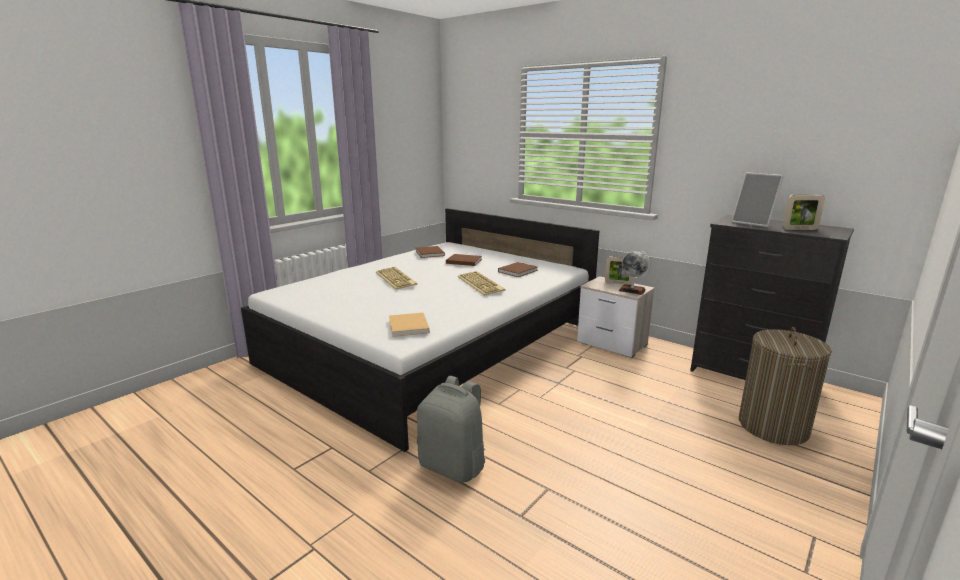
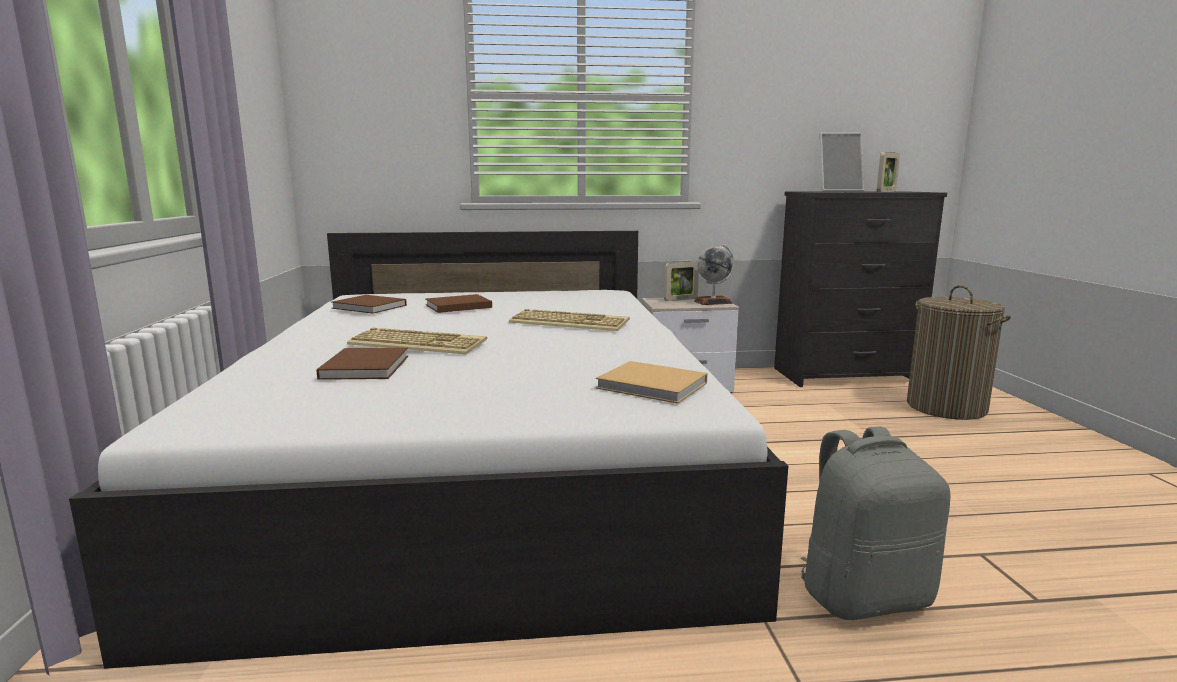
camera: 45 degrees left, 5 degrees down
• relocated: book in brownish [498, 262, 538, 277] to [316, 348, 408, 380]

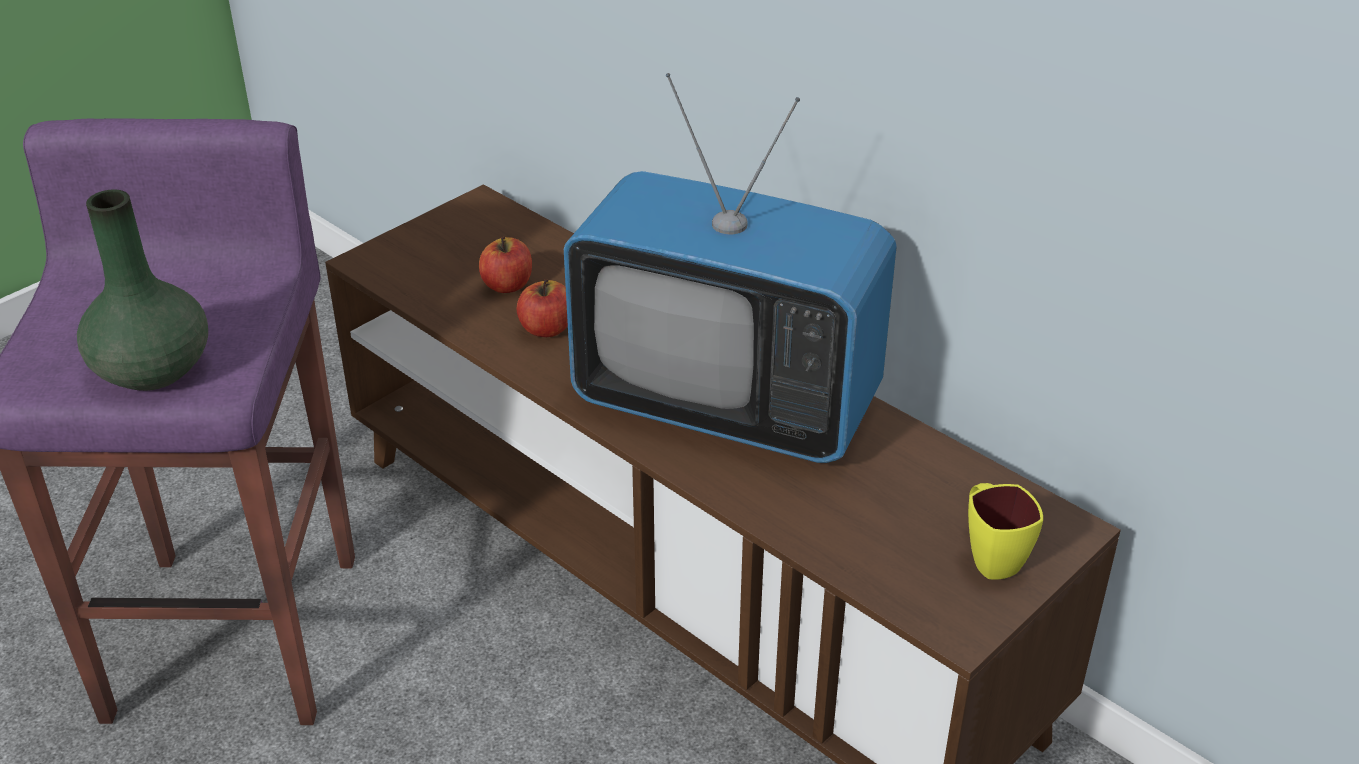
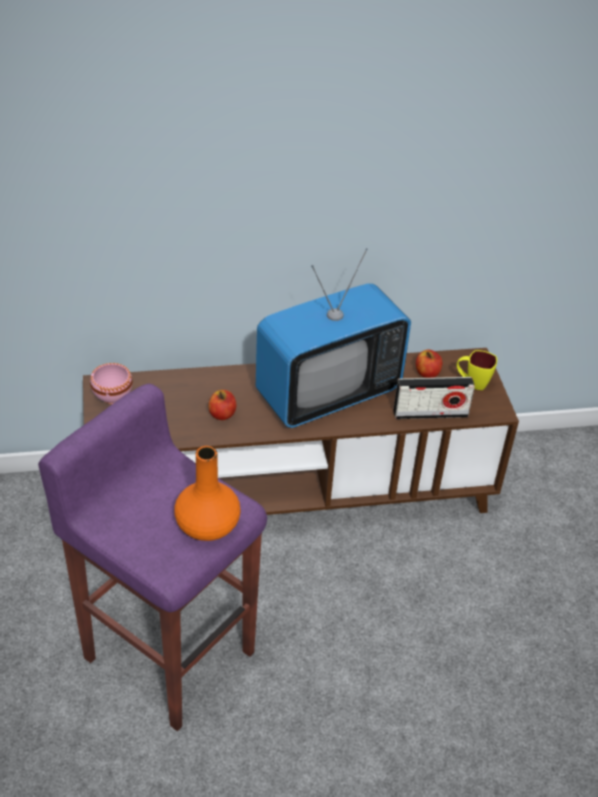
camera: 55 degrees left, 5 degrees up
• colour: flower vase in green [77, 189, 208, 391] to flower vase in orange [174, 446, 241, 541]
• relocated: apple fruit [479, 237, 532, 293] to [416, 350, 442, 378]
• appeared: deep dish in pink [90, 363, 133, 404]
• appeared: radio set [393, 377, 475, 419]

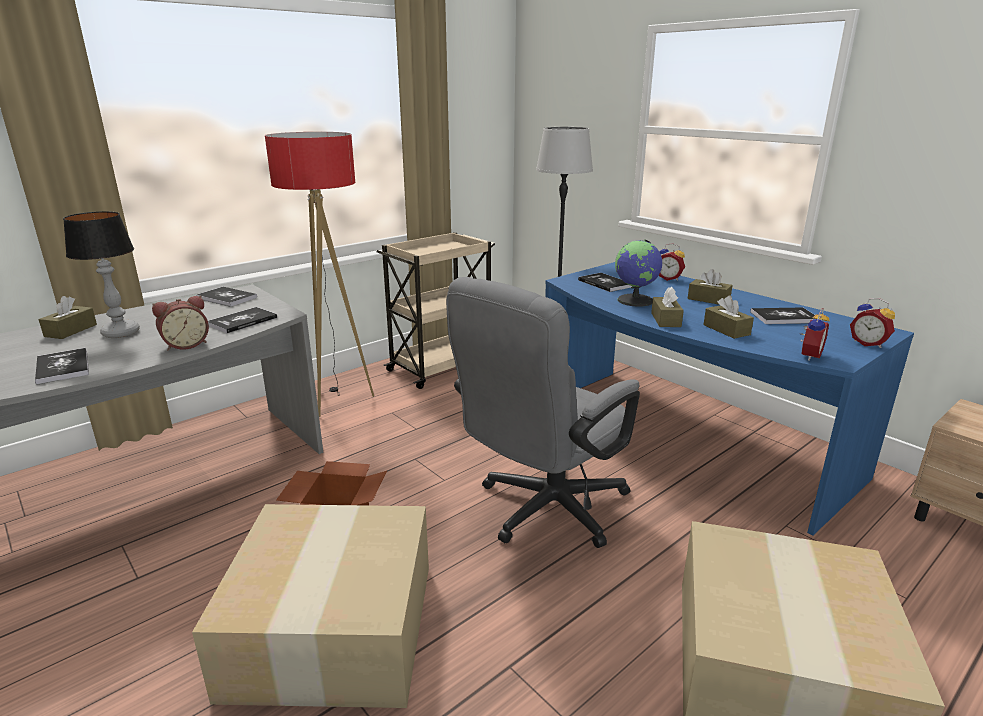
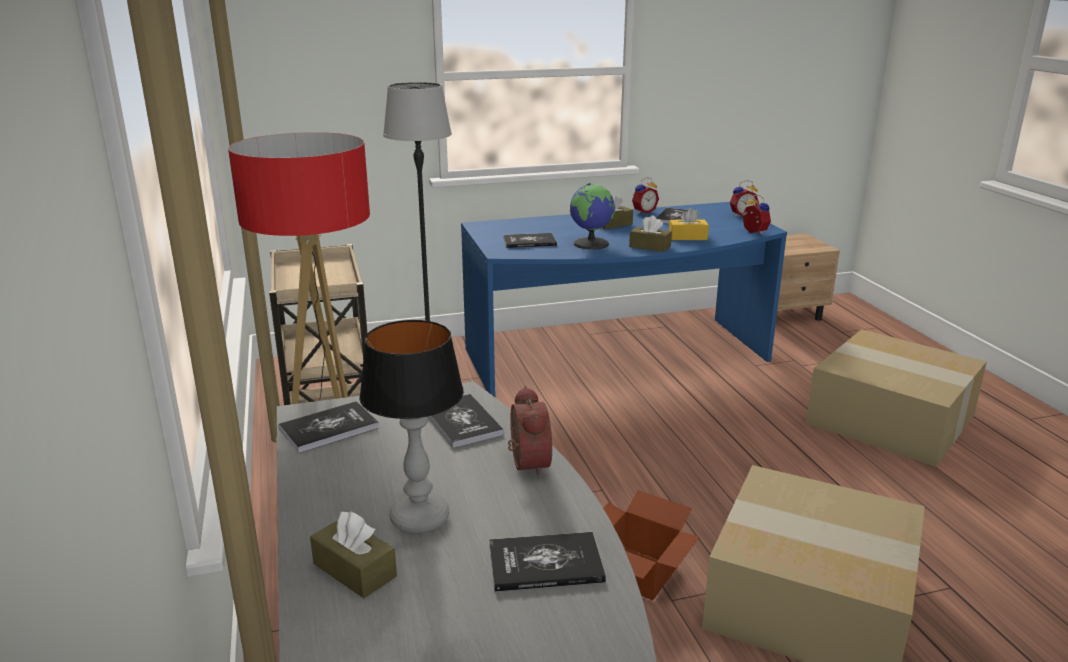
camera: 65 degrees left, 0 degrees up
• missing: desk chair in greyish [446, 277, 640, 548]
• relocated: bedside clock [659, 243, 685, 281] to [632, 177, 659, 214]
• colour: tissue holder in brownish [704, 295, 754, 339] to tissue holder in yellowish [669, 208, 709, 240]

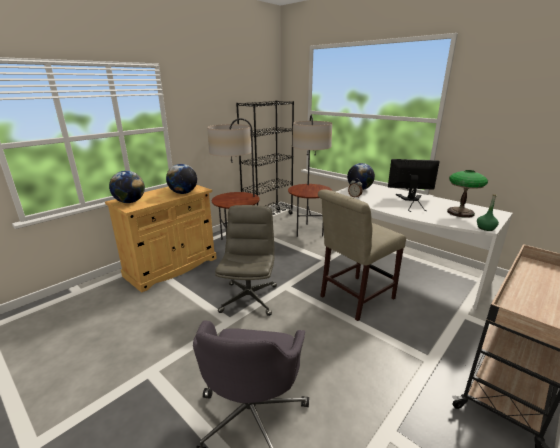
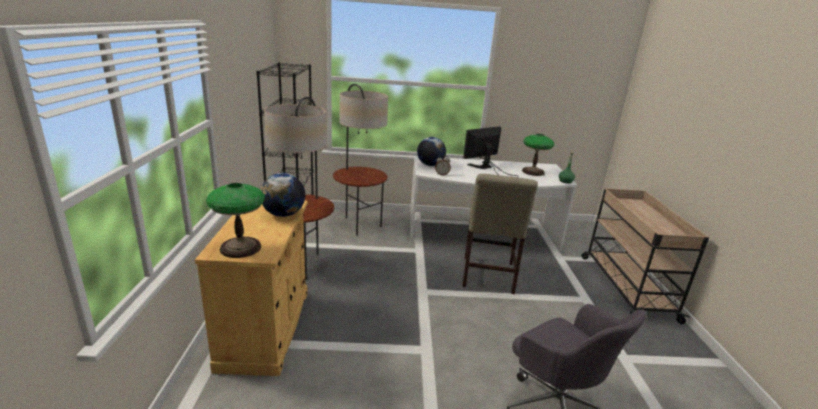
camera: 45 degrees left, 0 degrees up
• exchanged: globe [109, 171, 145, 203] to tabletop lamp [206, 183, 265, 258]
• missing: desk chair in greyish [215, 205, 277, 316]

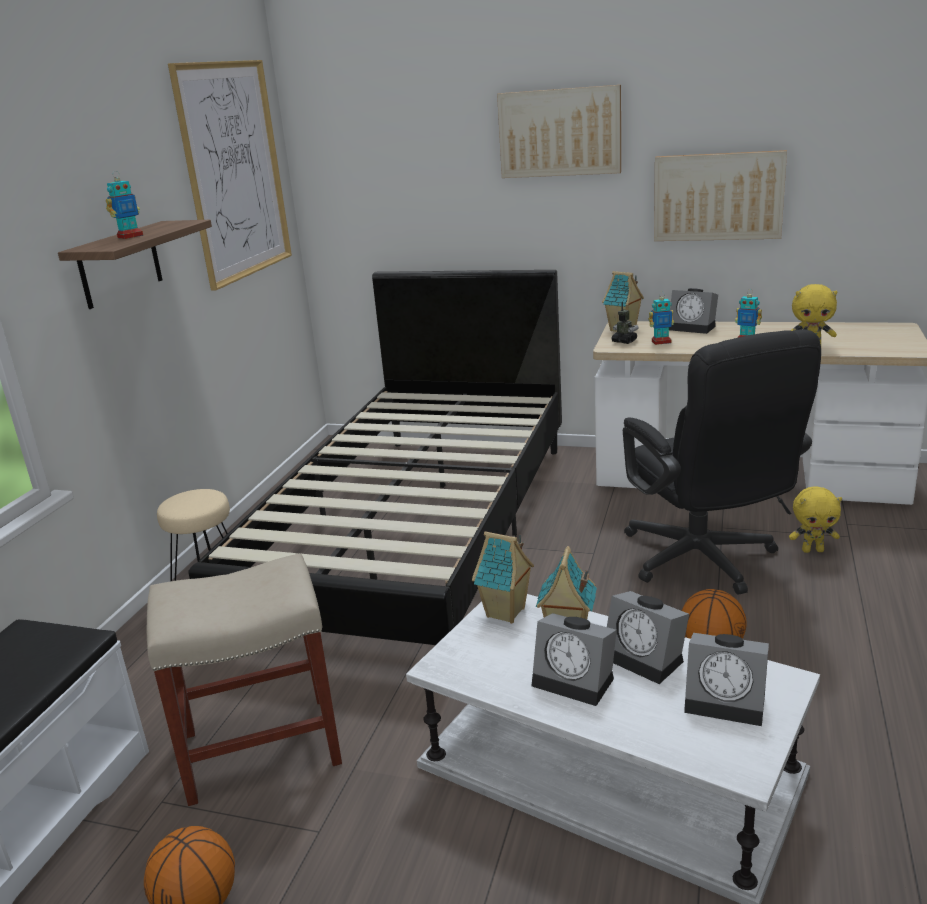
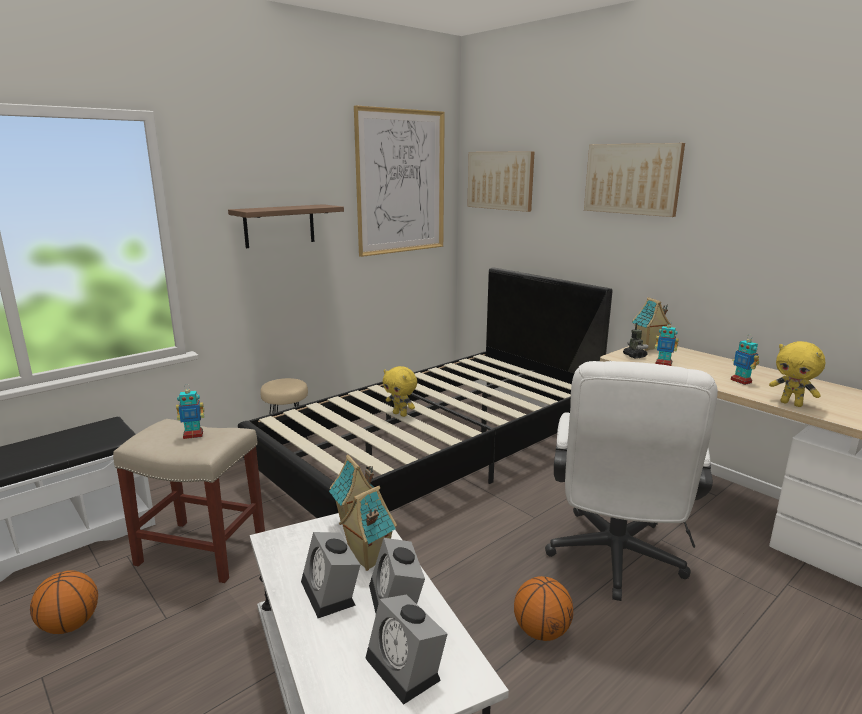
camera: 30 degrees right, 5 degrees down
• relocated: toy robot [106, 171, 143, 239] to [176, 384, 204, 439]
• colour: desk chair in blackish [623, 329, 821, 595] to desk chair in whitish [545, 361, 718, 601]
• relocated: picture [654, 150, 787, 241] to [467, 151, 535, 212]
• missing: bedside clock [669, 288, 718, 334]
• relocated: cuddly toy in yellowish [789, 486, 842, 553] to [383, 366, 417, 417]

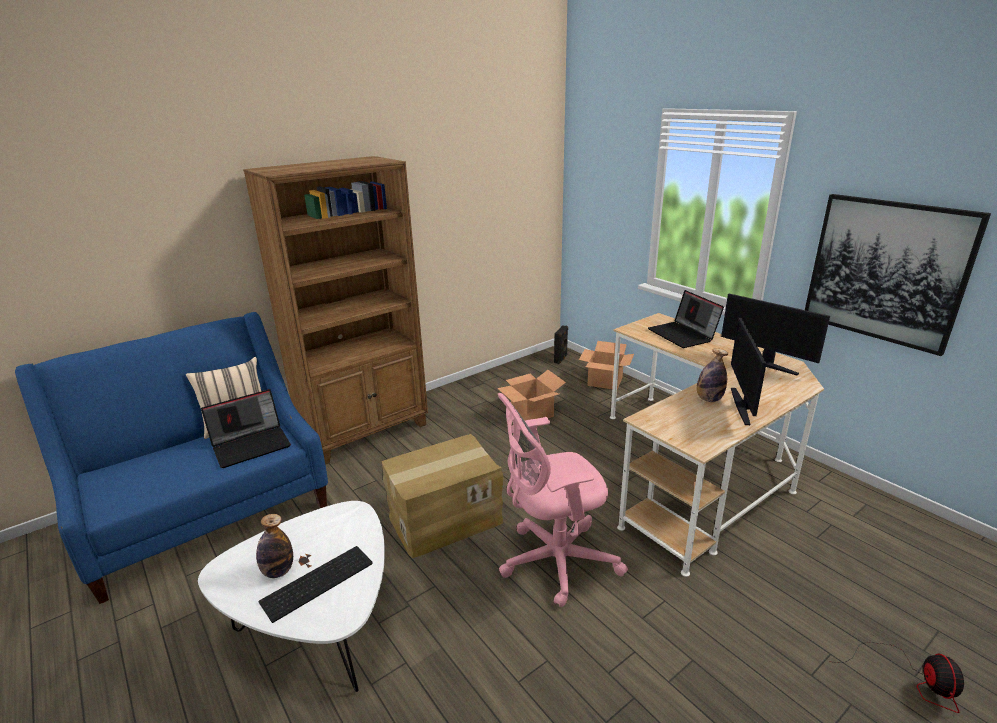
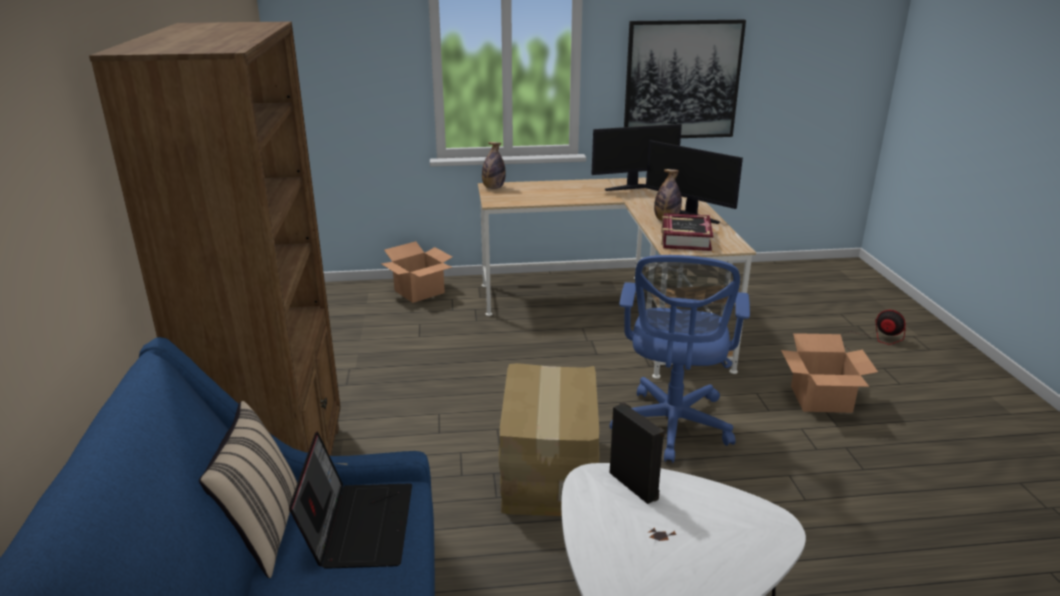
camera: 60 degrees left, 0 degrees up
• relocated: drink bottle [256, 514, 293, 578] to [482, 142, 506, 189]
• missing: keyboard [258, 546, 373, 623]
• relocated: packing box [497, 370, 566, 421] to [781, 333, 878, 413]
• colour: desk chair in pink [498, 393, 628, 607] to desk chair in blue [610, 255, 750, 463]
• relocated: audio speaker in blackish [554, 325, 568, 364] to [610, 402, 665, 504]
• missing: portable computer [648, 290, 724, 348]
• appeared: book [661, 213, 713, 251]

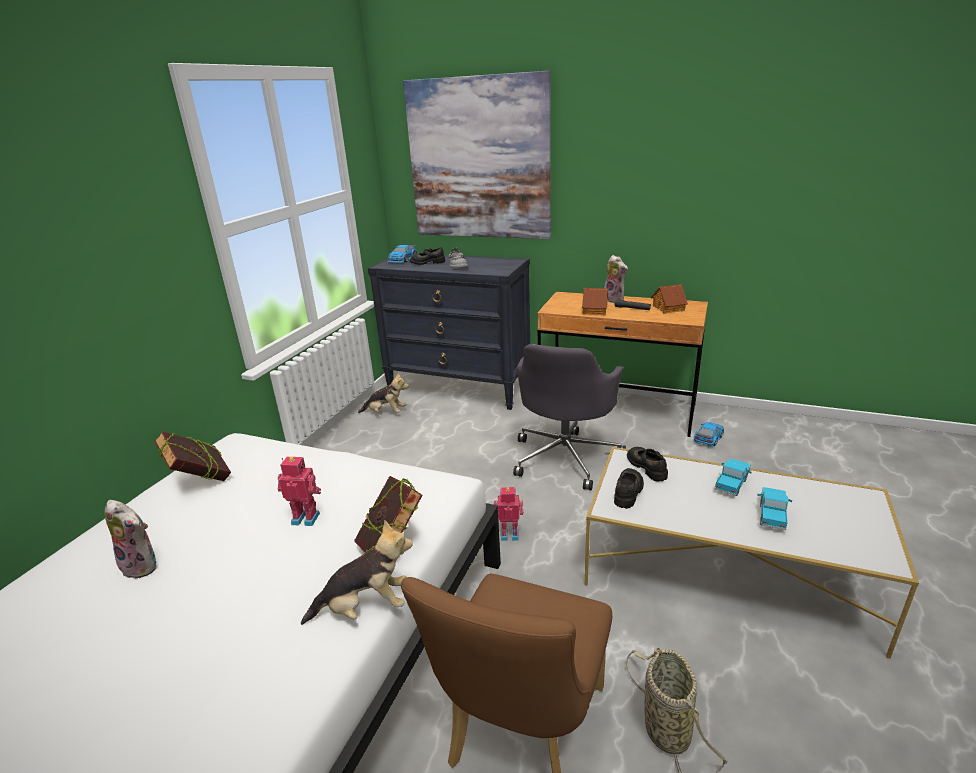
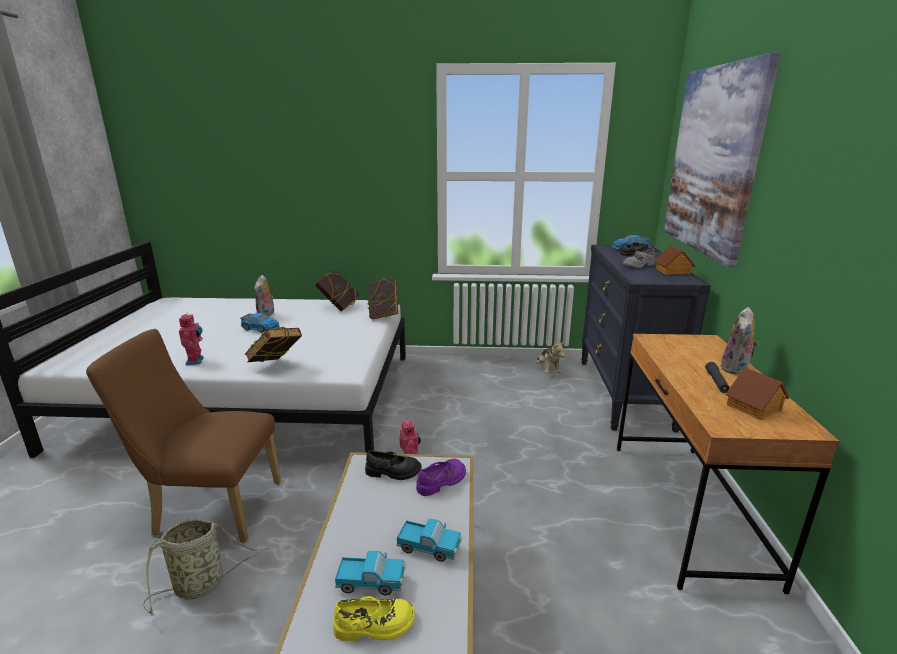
camera: 70 degrees right, 5 degrees down
• relocated: toy robot [278, 457, 321, 526] to [179, 313, 204, 365]
• missing: cuddly toy [301, 520, 413, 625]
• missing: desk chair in greyish [513, 344, 626, 490]
• relocated: model house [582, 288, 608, 315] to [654, 245, 695, 275]
• colour: shoe in blackish [627, 447, 668, 482] to shoe in purple [416, 459, 466, 496]
• relocated: model car [694, 422, 724, 447] to [240, 313, 280, 333]
• appeared: shoe in yellowish [333, 596, 415, 641]
• appeared: book [367, 278, 399, 319]

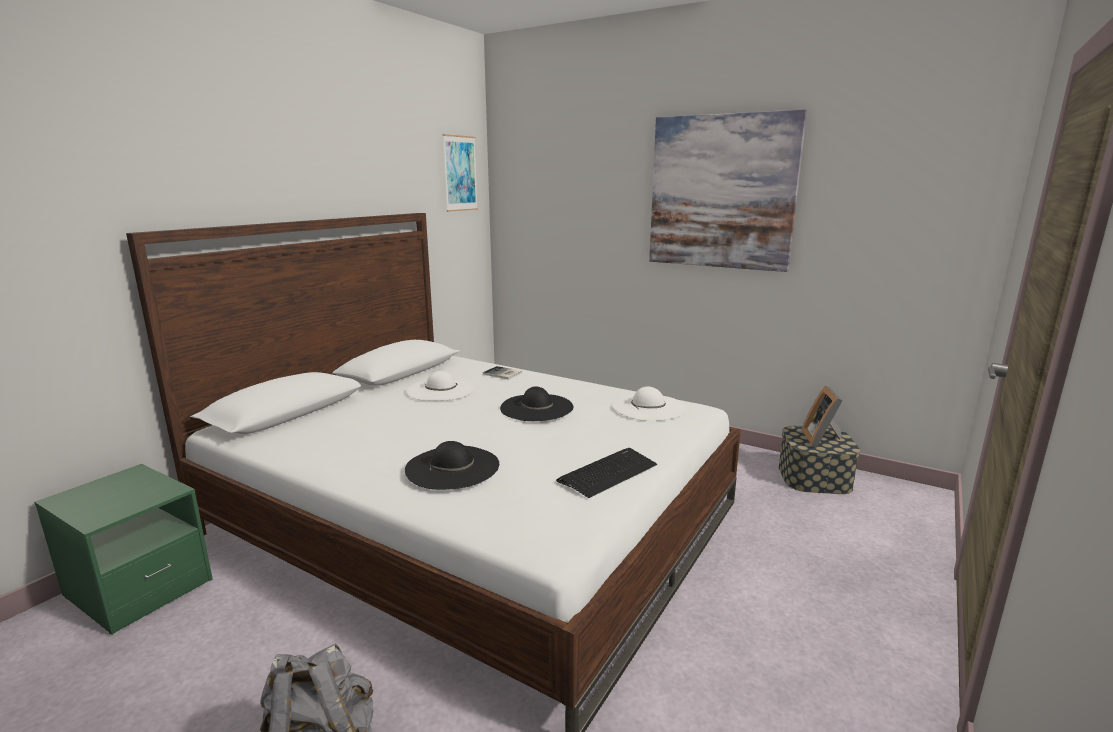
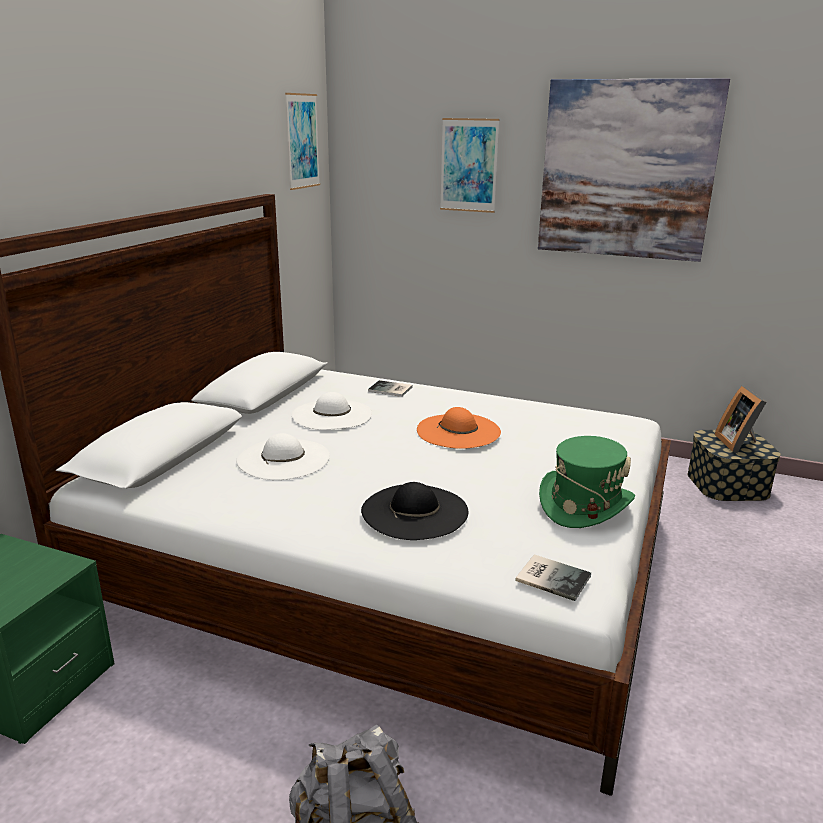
camera: 10 degrees left, 5 degrees up
• colour: clothing hat in blackish [500, 386, 573, 421] to clothing hat in orange [417, 407, 501, 449]
• exchanged: keyboard [556, 448, 657, 498] to clothing hat in green [539, 436, 635, 528]
• relocated: clothing hat in whitish [611, 387, 686, 421] to [236, 433, 330, 480]
• appeared: picture [440, 118, 499, 213]
• appeared: book [516, 554, 591, 601]

